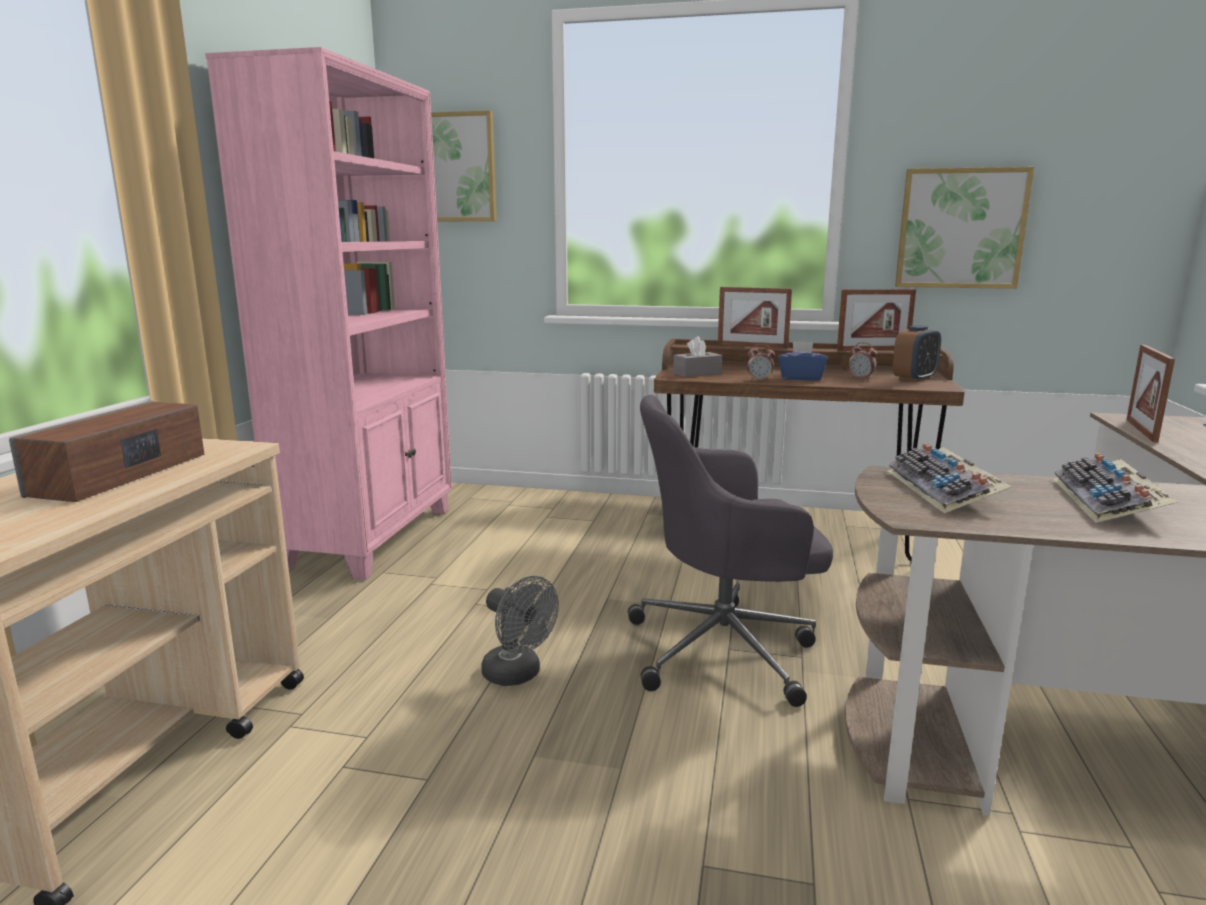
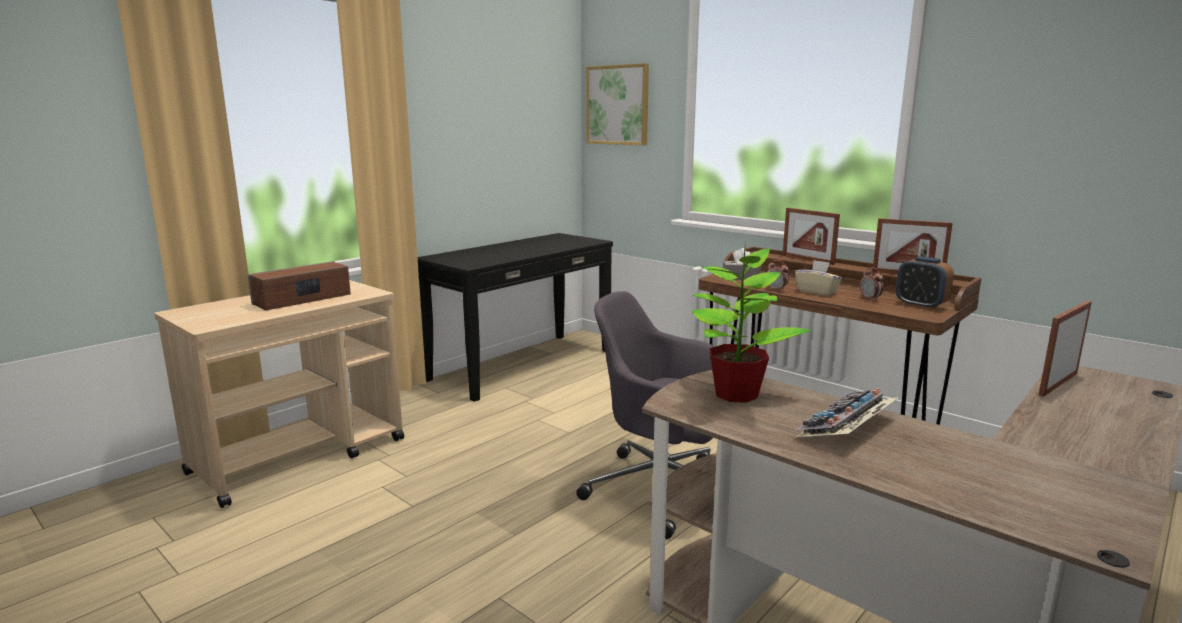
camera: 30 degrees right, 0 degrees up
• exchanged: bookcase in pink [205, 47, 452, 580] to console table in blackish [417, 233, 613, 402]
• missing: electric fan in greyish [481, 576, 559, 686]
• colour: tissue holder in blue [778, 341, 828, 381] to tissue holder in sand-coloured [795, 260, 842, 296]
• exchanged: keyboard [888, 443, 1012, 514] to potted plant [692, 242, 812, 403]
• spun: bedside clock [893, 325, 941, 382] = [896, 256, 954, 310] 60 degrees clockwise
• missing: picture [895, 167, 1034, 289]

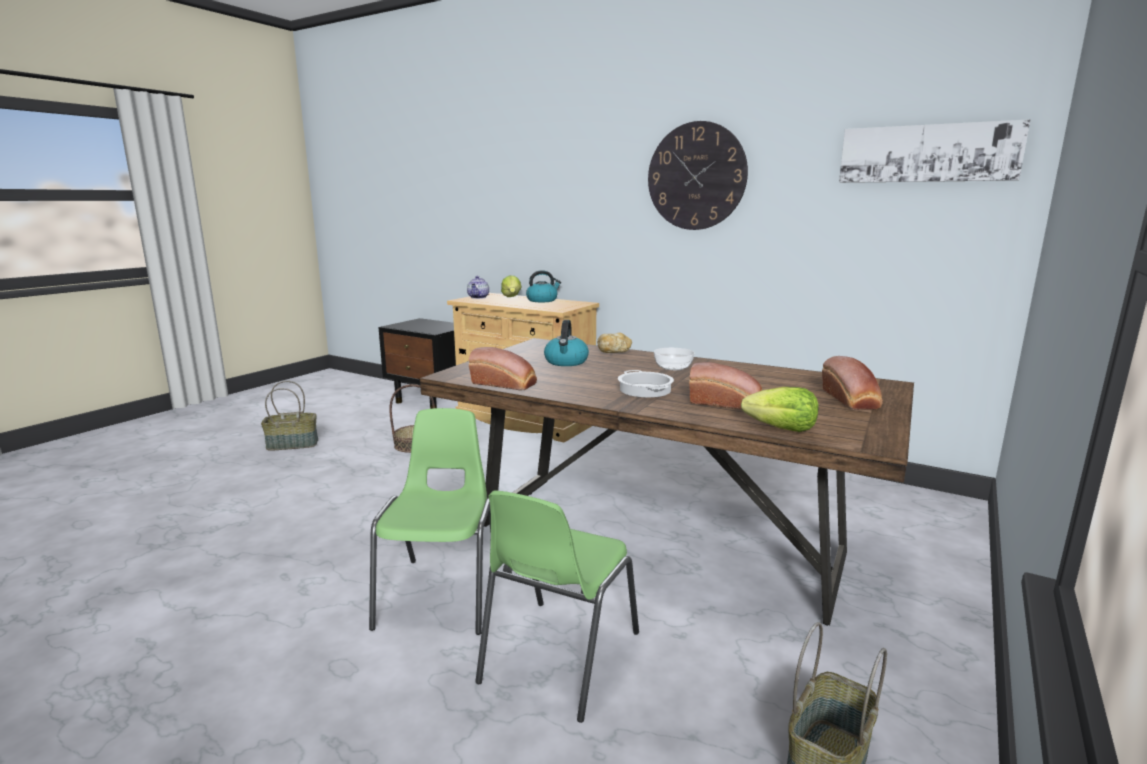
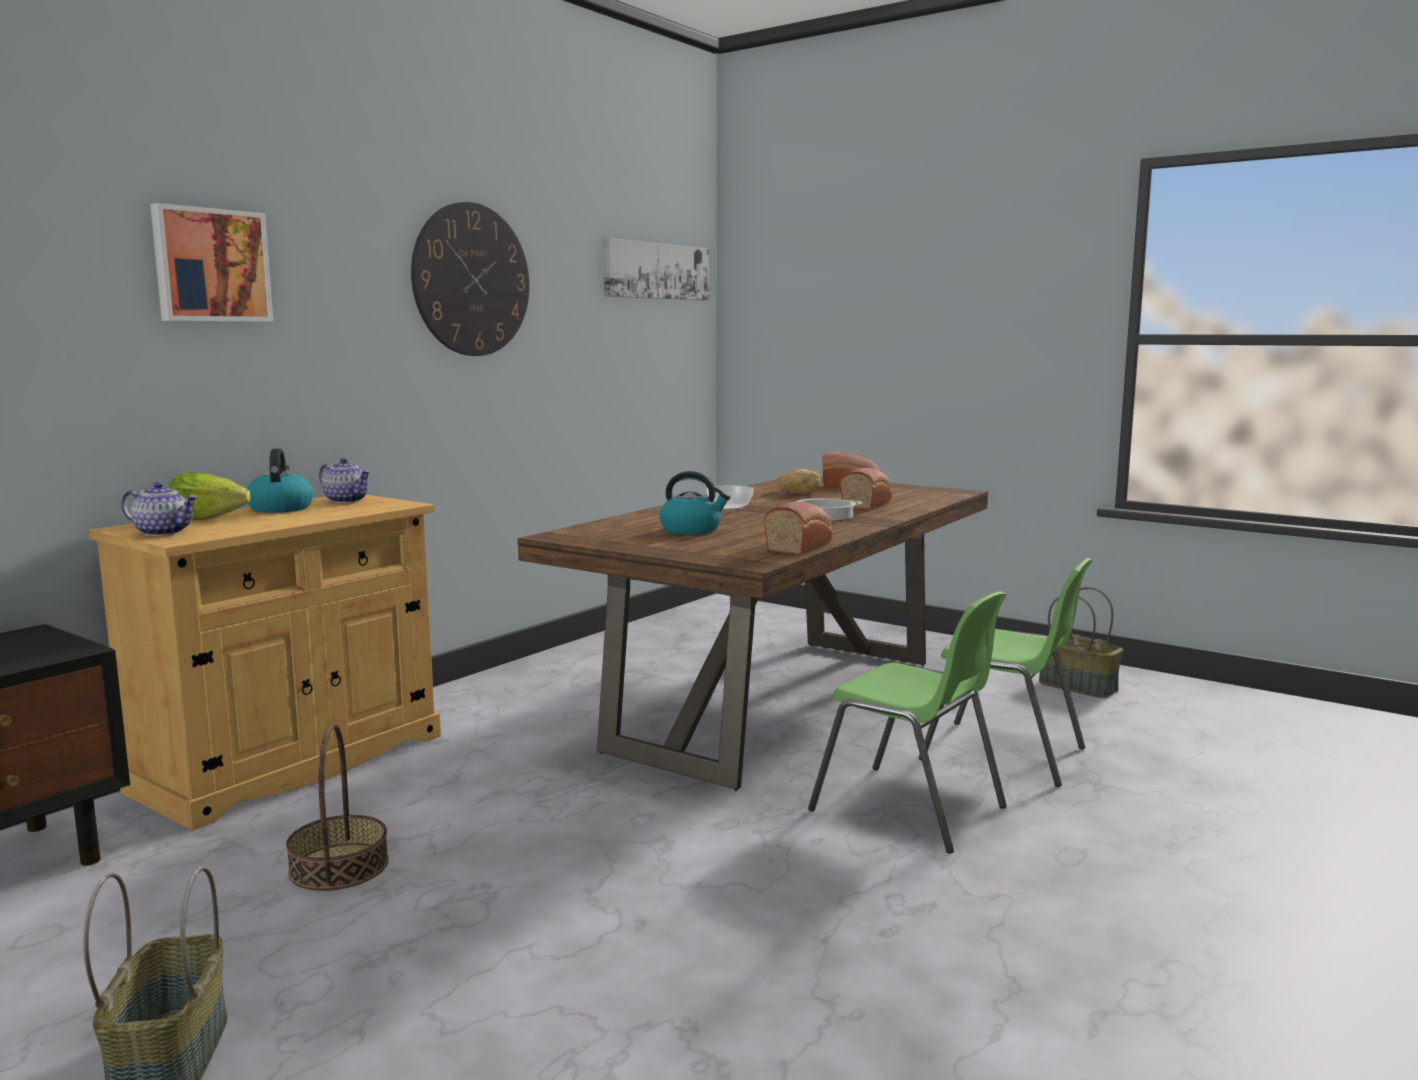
camera: 85 degrees left, 5 degrees down
• spun: plain chair in green [369, 408, 491, 635] = [808, 591, 1007, 853] 150 degrees counterclockwise
• relocated: bread [597, 333, 632, 353] to [777, 469, 821, 494]
• missing: head of lettuce [741, 387, 819, 432]
• appeared: picture [150, 203, 274, 322]
• appeared: teapot [319, 458, 371, 503]

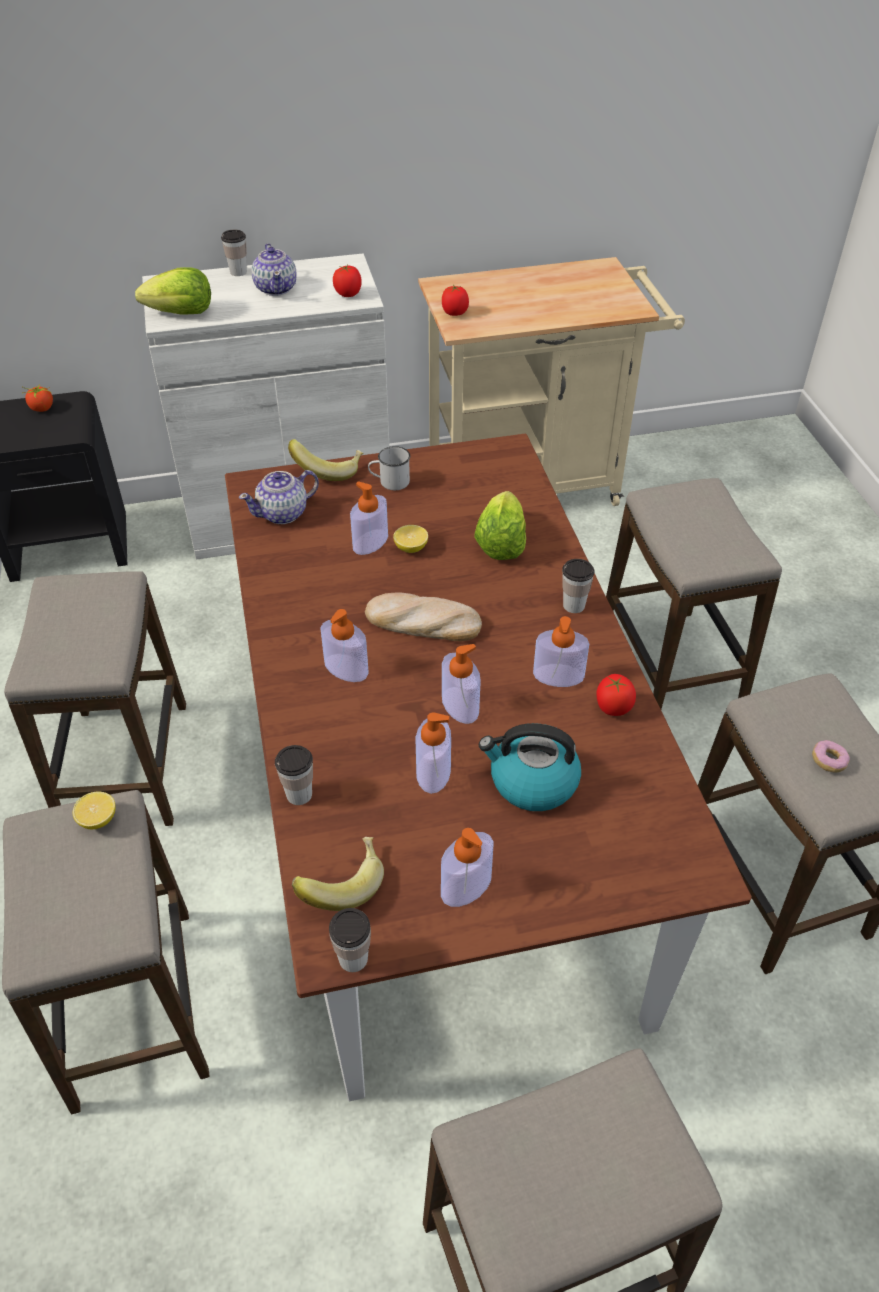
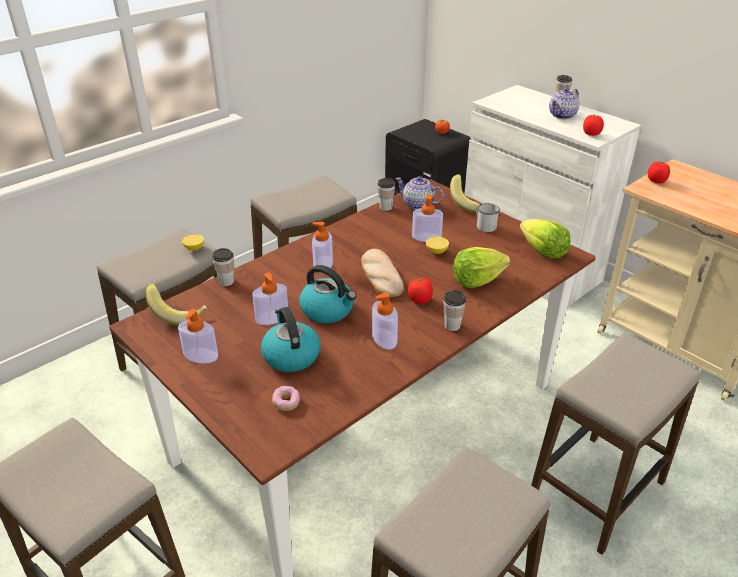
camera: 60 degrees right, 10 degrees down
• relocated: head of lettuce [135, 267, 211, 315] to [520, 219, 571, 259]
• relocated: small cup [329, 908, 371, 972] to [377, 178, 395, 211]
• exchanged: liquid soap bottle [442, 644, 481, 724] to water kettle [299, 265, 356, 323]
• relocated: tomato [596, 674, 636, 716] to [408, 277, 433, 304]
• relocated: doughnut [812, 740, 850, 773] to [272, 386, 300, 411]

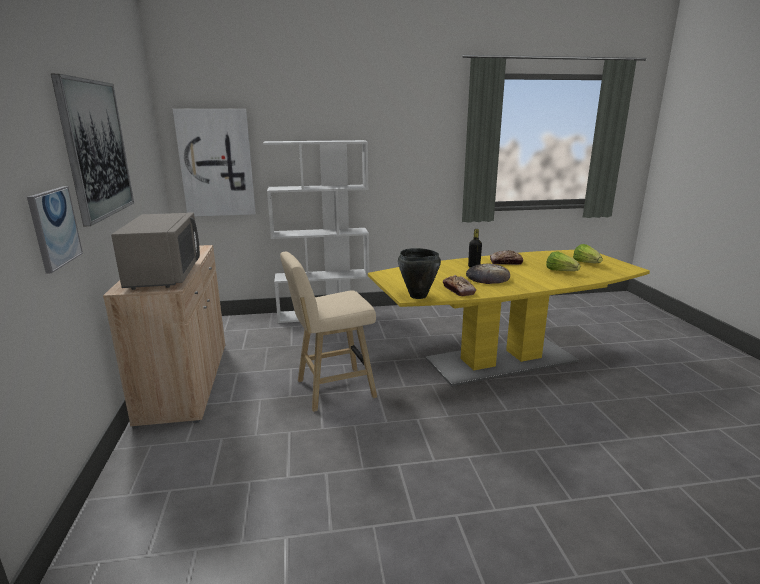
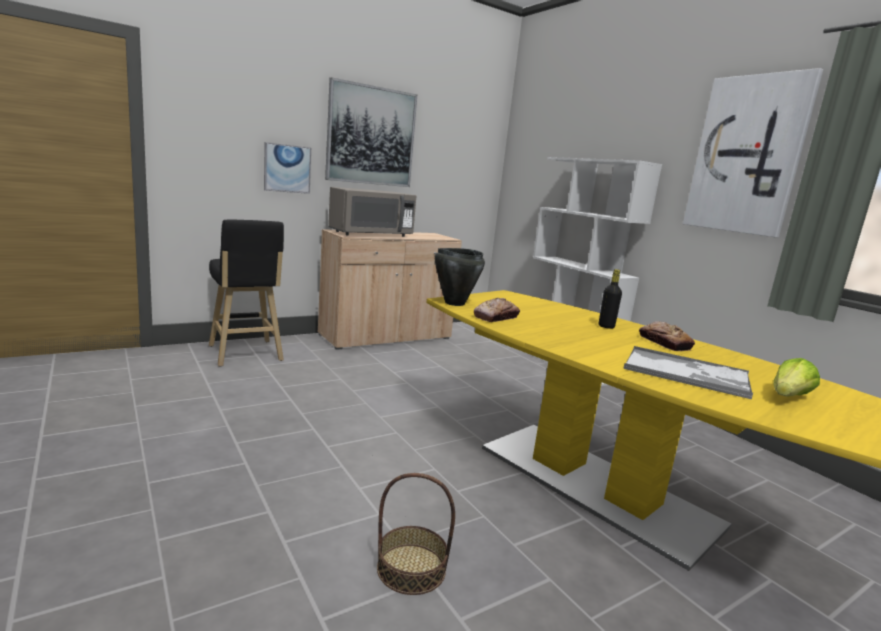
camera: 65 degrees right, 5 degrees down
• relocated: picture [173, 109, 256, 216] to [683, 68, 823, 238]
• missing: stool seat in sand-coloured [280, 252, 377, 412]
• missing: bread [466, 263, 510, 284]
• exchanged: head of lettuce [546, 252, 580, 271] to carrying tray [623, 346, 753, 399]
• appeared: stool seat in blackish [209, 219, 284, 367]
• appeared: basket [377, 473, 455, 595]

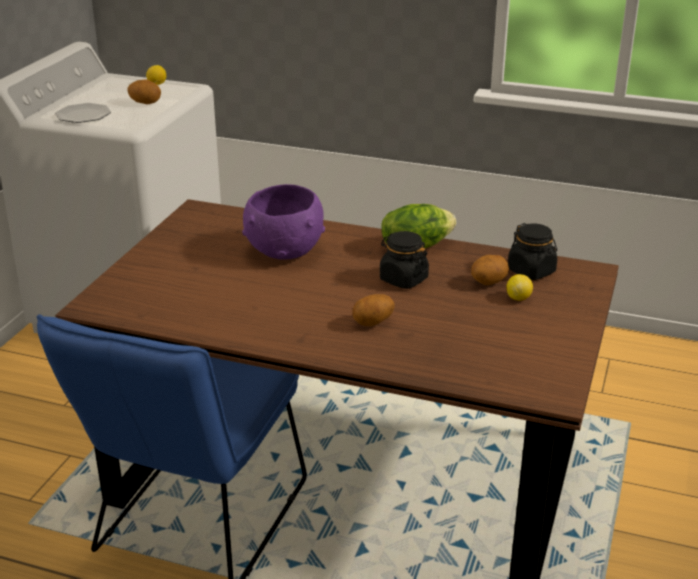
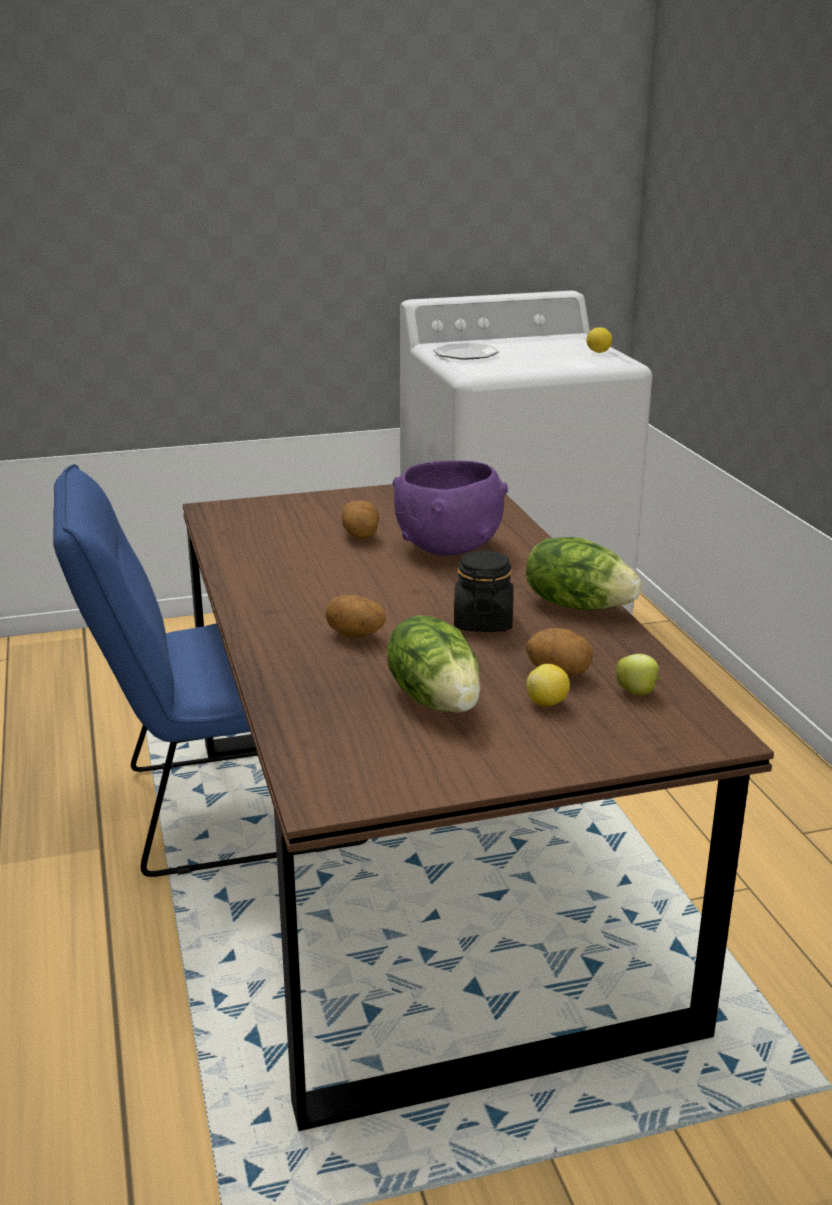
camera: 55 degrees right, 5 degrees down
• relocated: spud [127, 79, 161, 104] to [341, 500, 379, 539]
• exchanged: storage jar in blackish [508, 223, 557, 280] to apple fruit [616, 654, 663, 695]
• appeared: head of lettuce [387, 615, 480, 713]

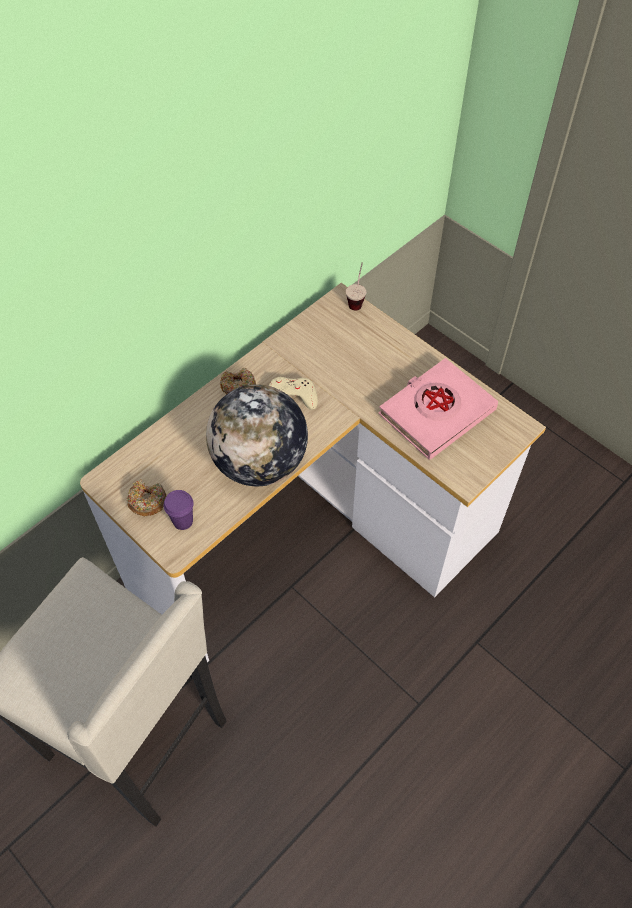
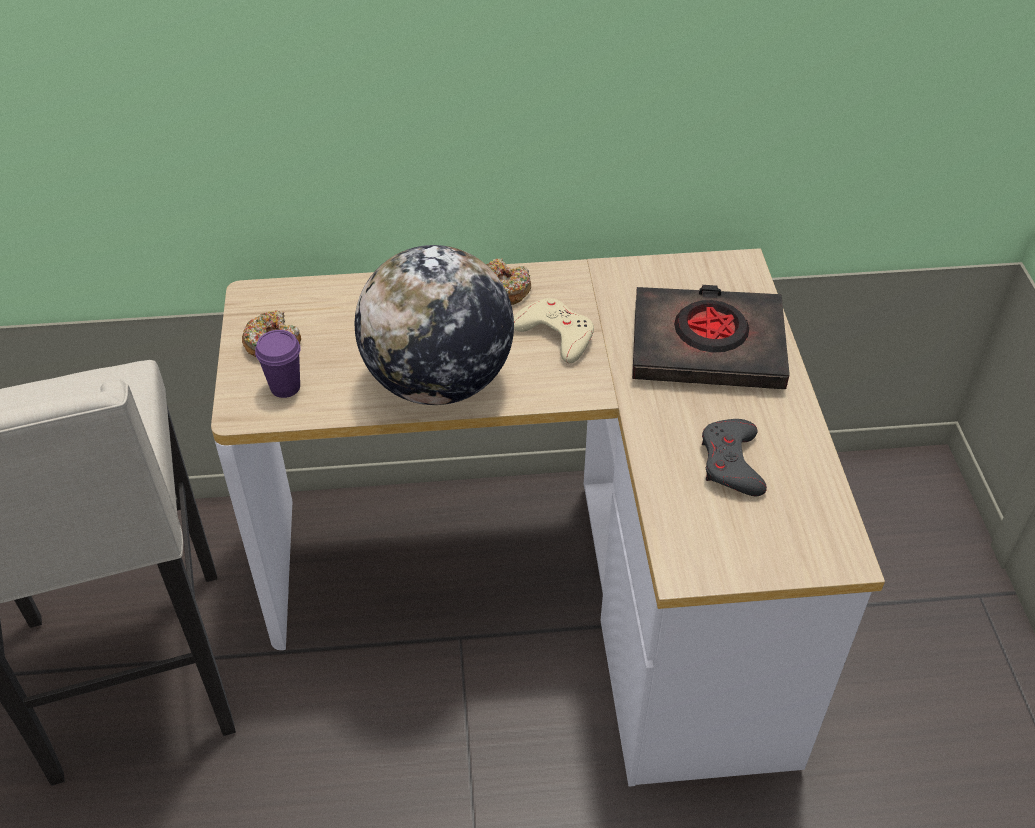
camera: 40 degrees right, 10 degrees down
• missing: small cup [346, 262, 366, 310]
• exchanged: book in pink [378, 358, 498, 460] to joypad in greyish [702, 419, 767, 496]
• appeared: book in blackish [632, 285, 790, 389]

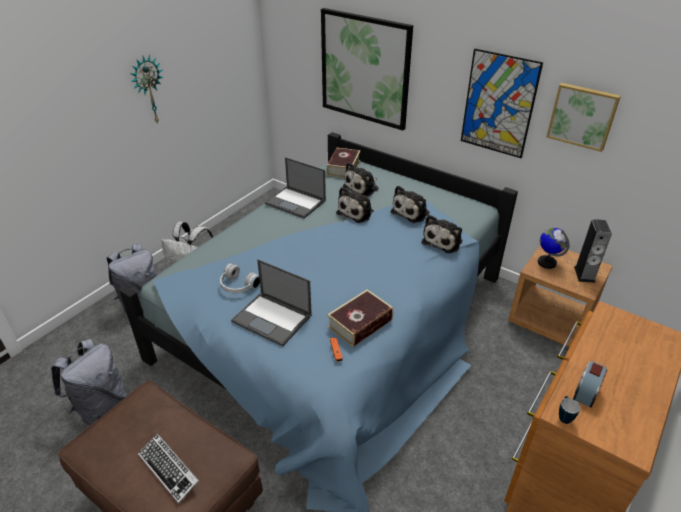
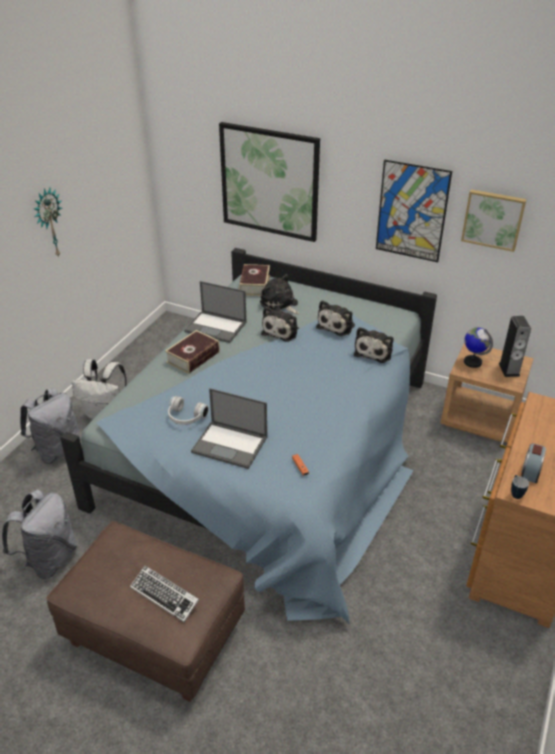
camera: 10 degrees left, 0 degrees up
• relocated: book [327, 290, 393, 347] to [165, 330, 220, 374]
• spun: cuddly toy [343, 162, 379, 197] = [260, 274, 300, 314] 105 degrees clockwise

